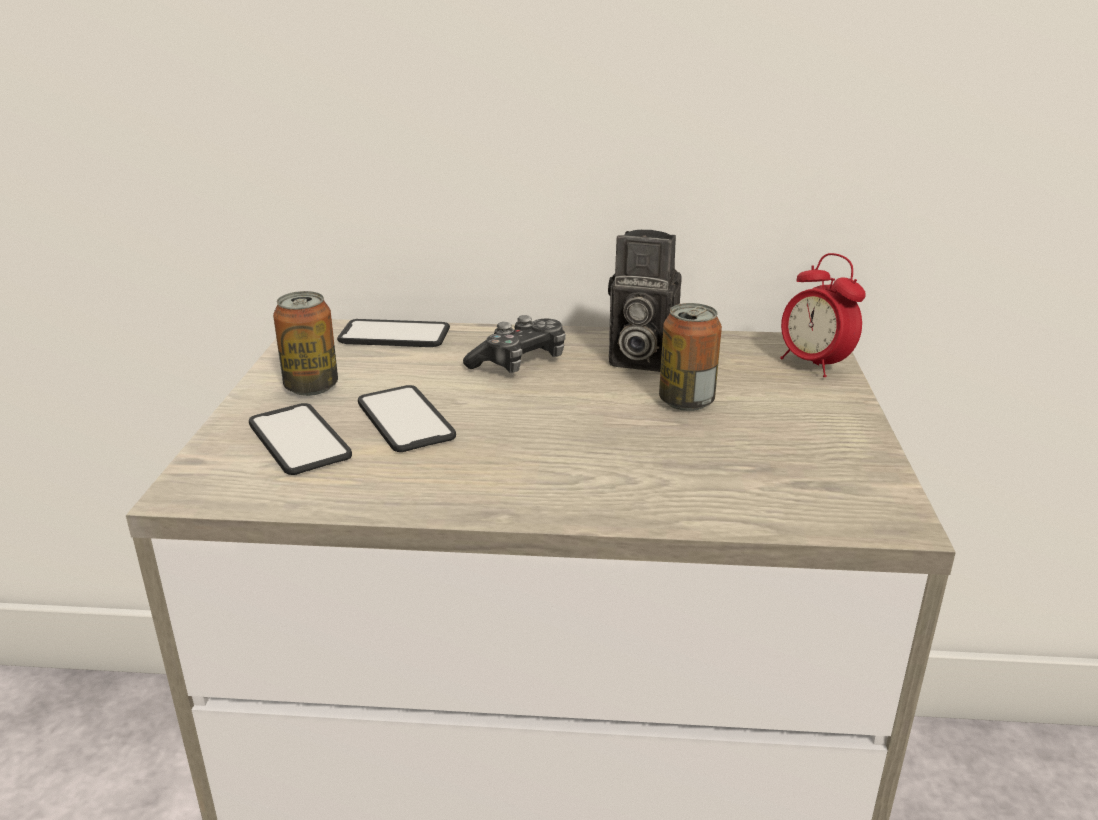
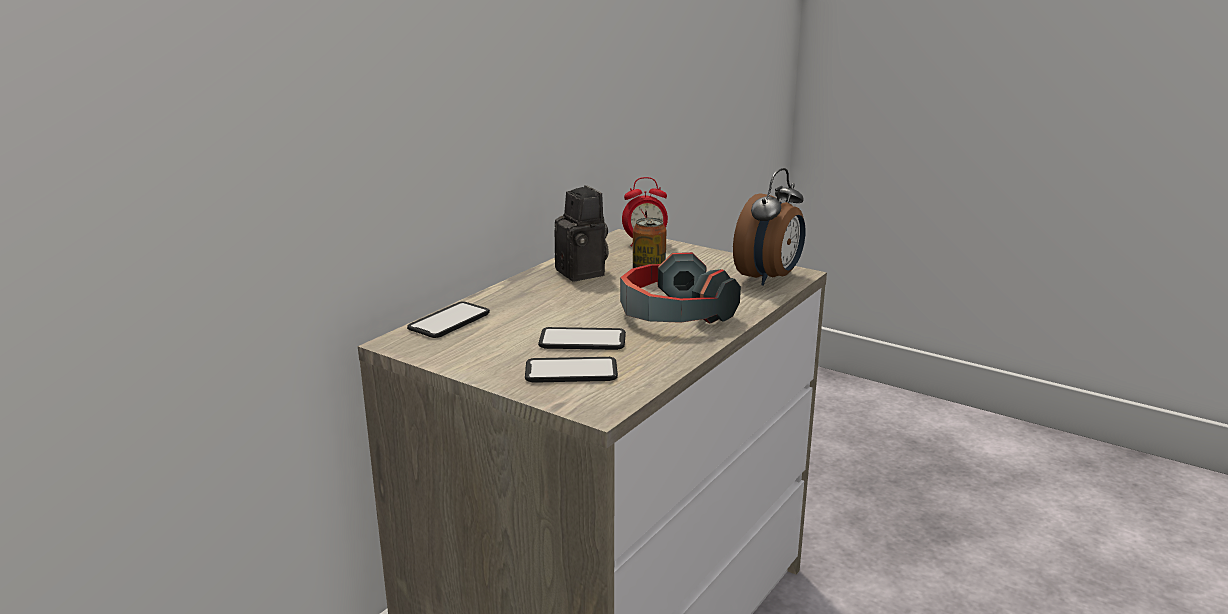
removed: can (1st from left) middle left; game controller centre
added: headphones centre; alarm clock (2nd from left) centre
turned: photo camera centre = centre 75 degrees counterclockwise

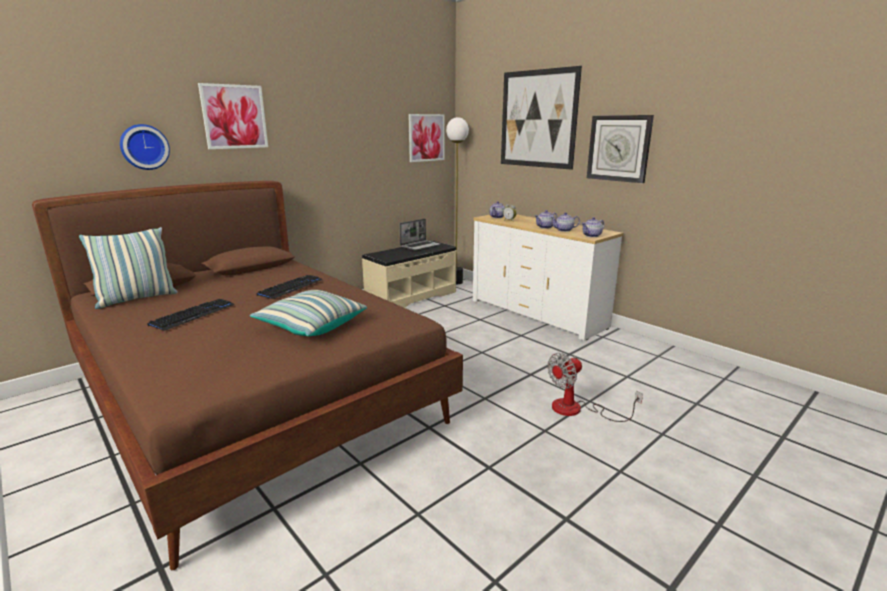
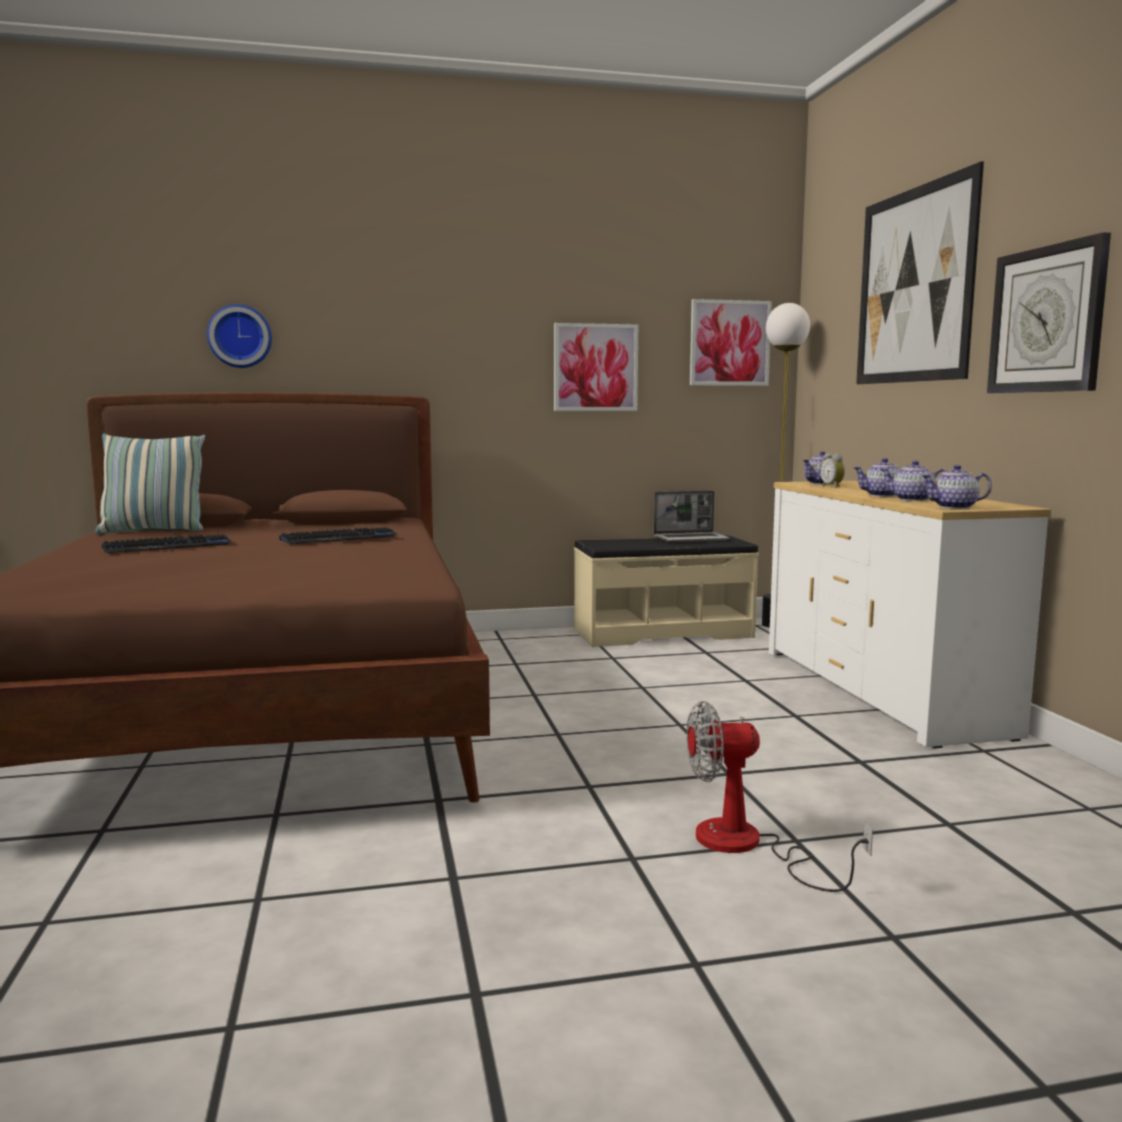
removed: pillow (2nd from left) centre
moved: picture (1st from left) top left to top centre

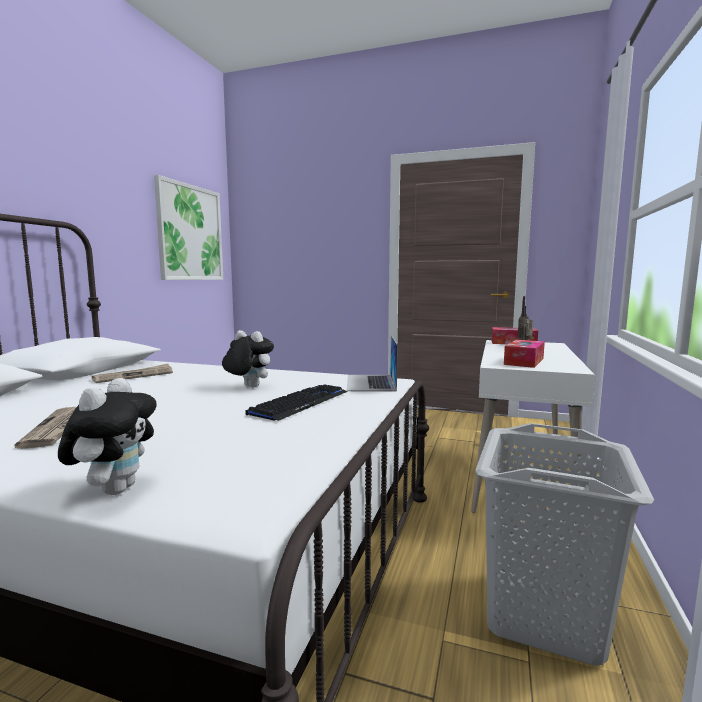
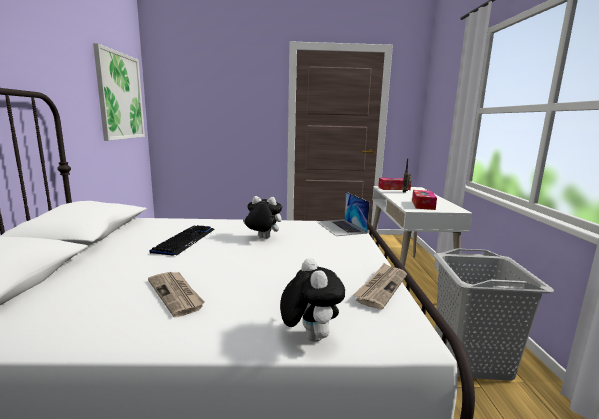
moved: newspaper (2nd from left) middle left to bottom centre; keyboard centre to middle left

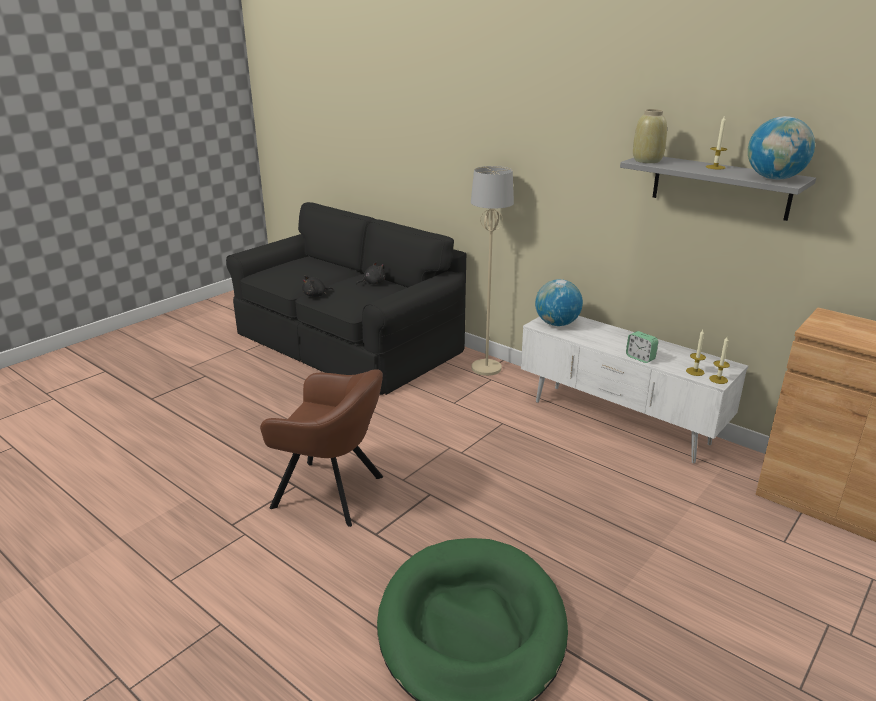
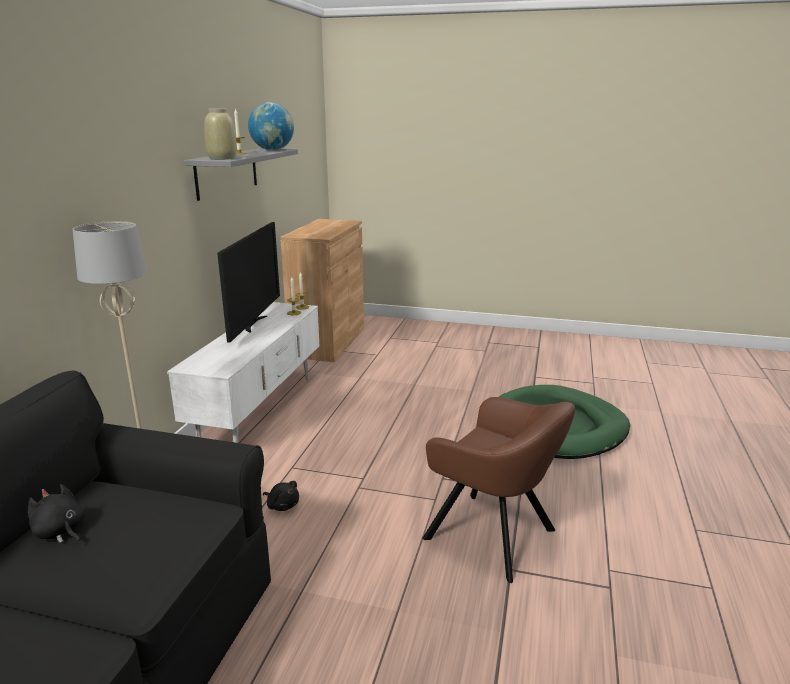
removed: globe (1st from left) centre; alarm clock middle right
added: television middle left
moved: plush toy in black (1st from left in the first image) centre to plush toy in black (2nd from left) bottom centre
turned: armchair in brown centre = bottom centre 135 degrees clockwise

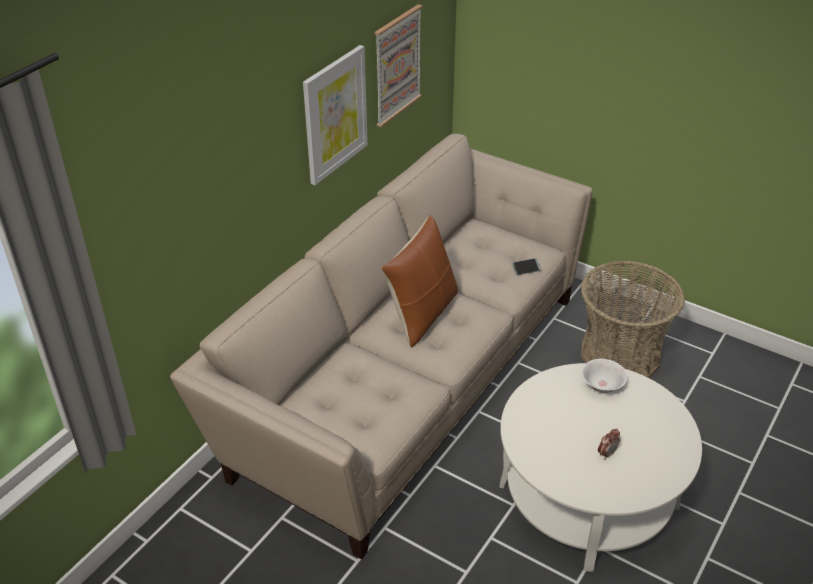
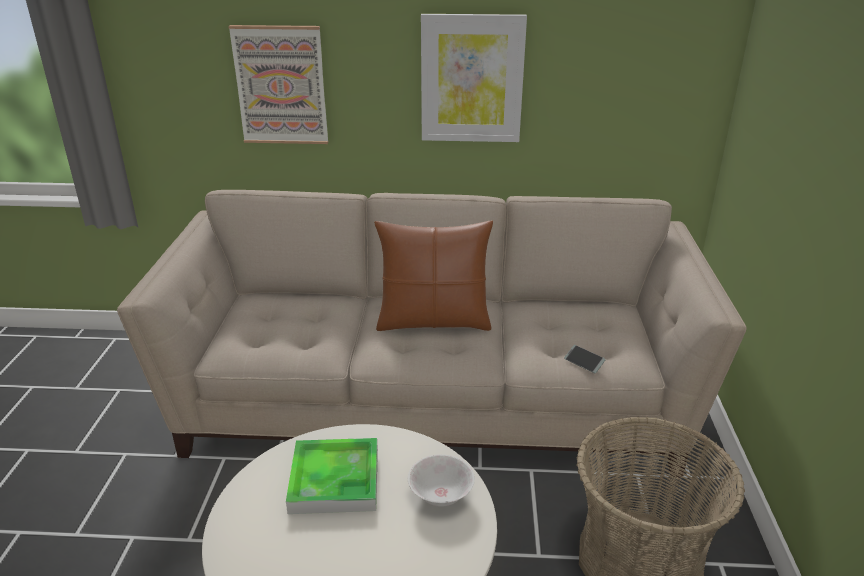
removed: alarm clock bottom right
added: tray bottom centre
moved: picture (2nd from left in the first image) top centre to picture (1st from left) top left

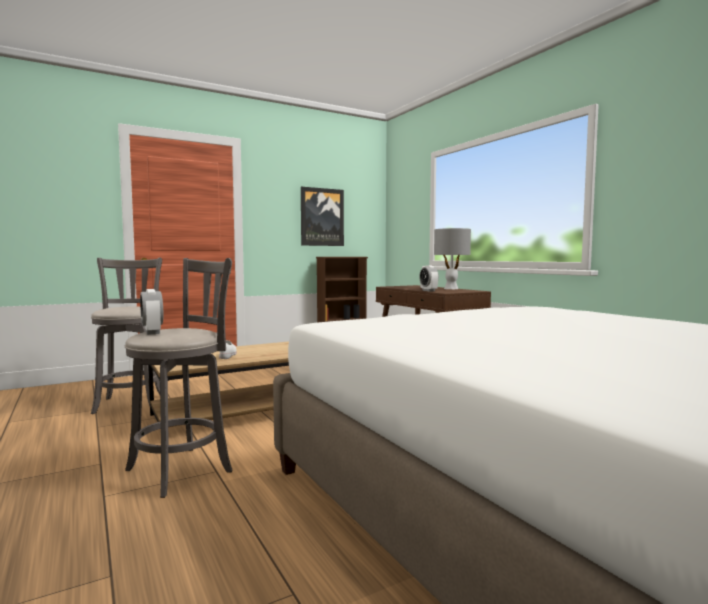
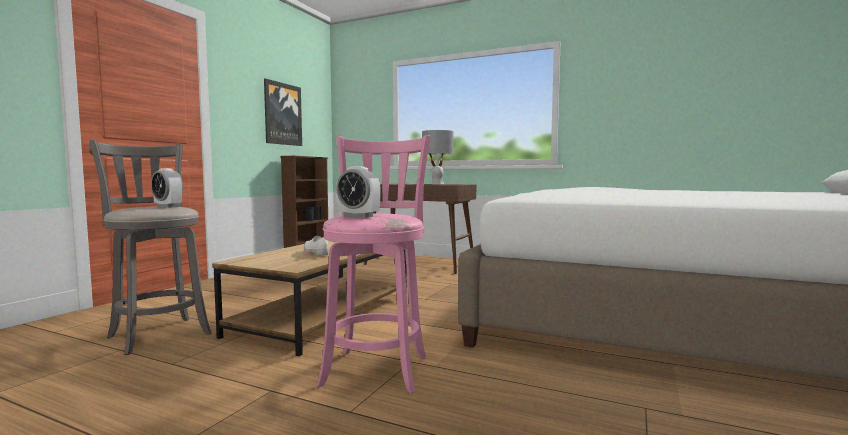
moved: alarm clock (2nd from left in the first image) centre to alarm clock (1st from left) middle left
recoloured: stool in grey (2nd from left) middle left to stool in pink centre

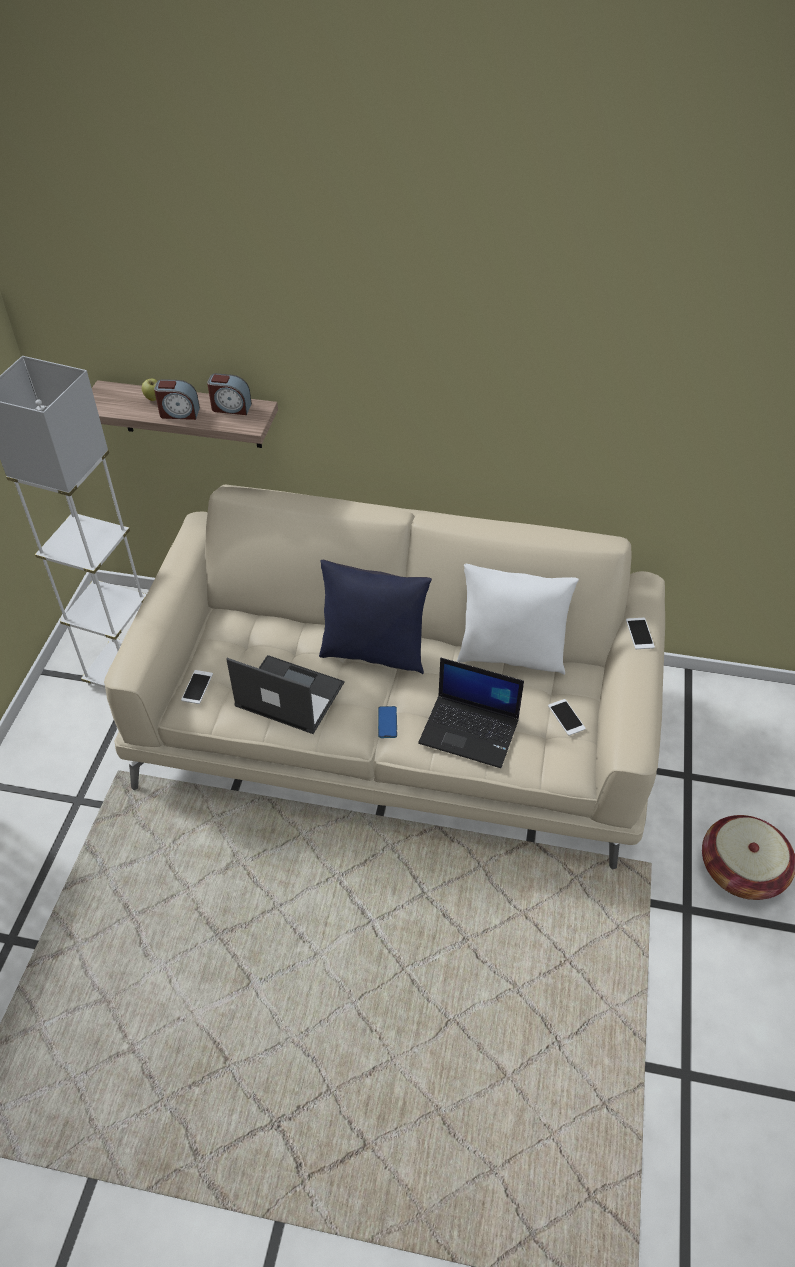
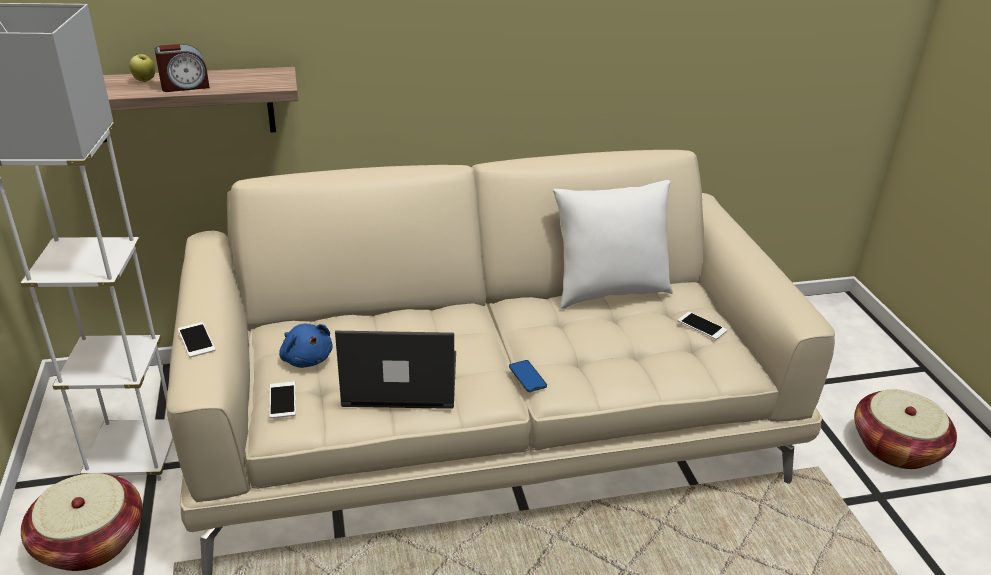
removed: alarm clock (2nd from left) top left; pillow in blue centre; laptop (2nd from left) centre
added: basket (1st from left) bottom left; plush toy in blue middle left
moved: phone (4th from left in the first image) middle right to phone (1st from left) middle left

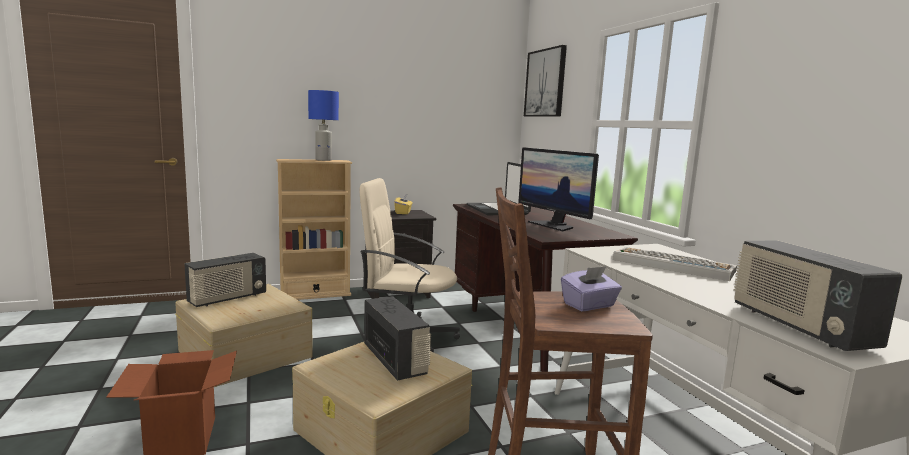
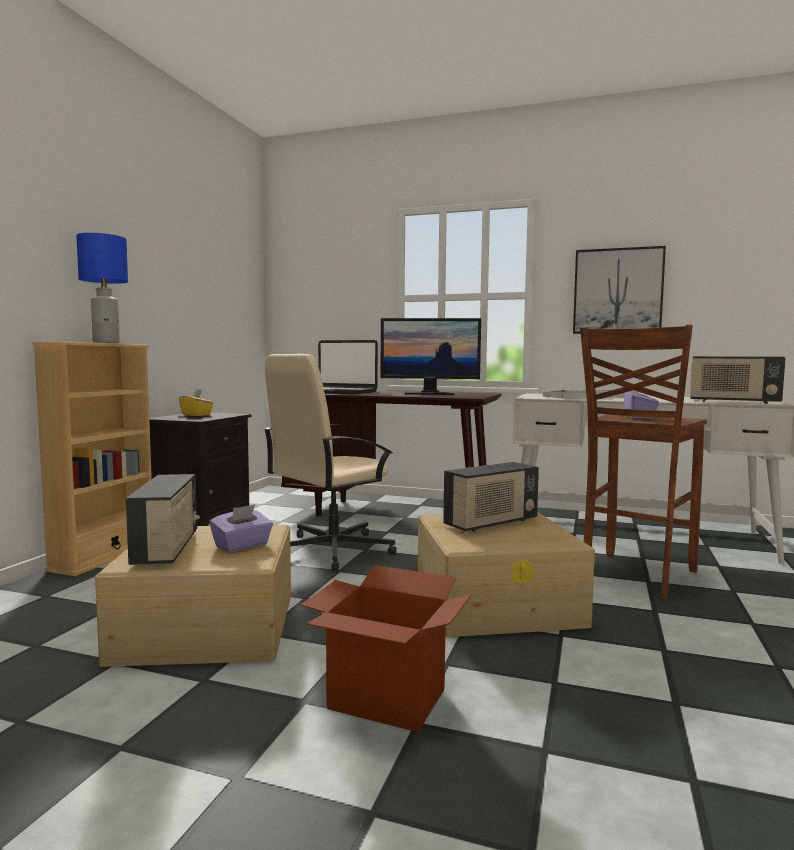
added: tissue box in purple (1st from left) middle left
moved: picture top centre to middle right
turned: radio (2nd from left) bottom centre = centre 135 degrees clockwise

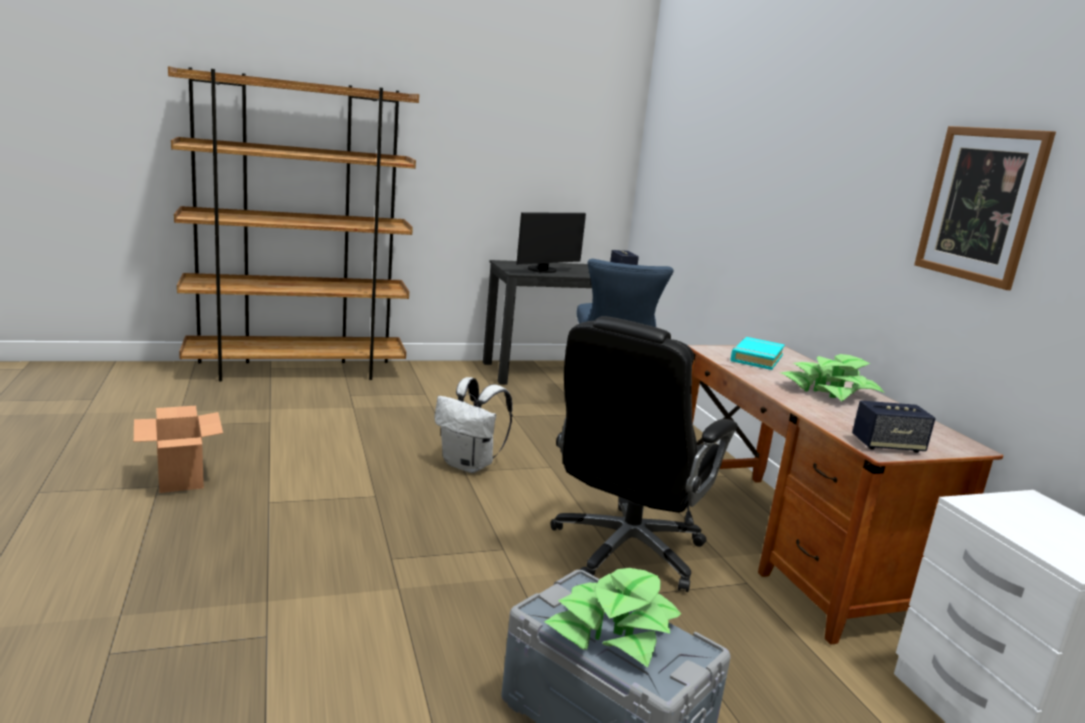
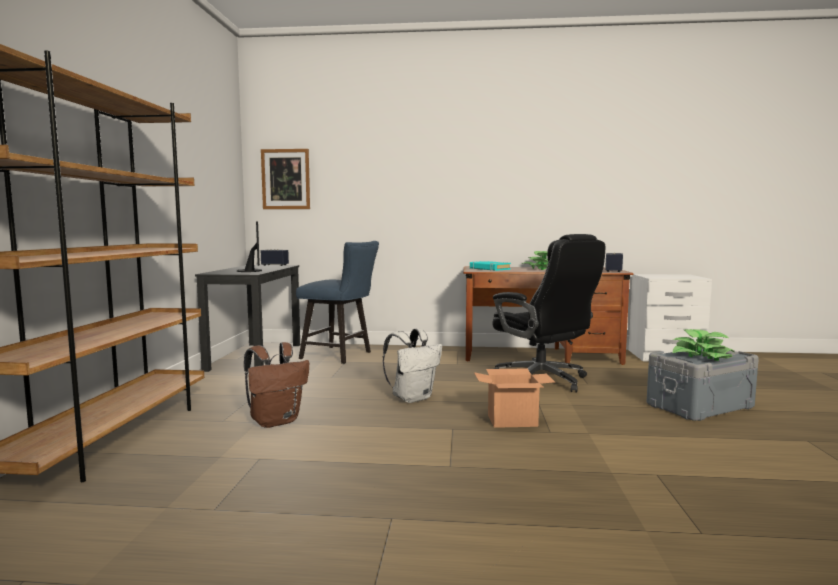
added: backpack in brown middle left
moved: cardboard box middle left to bottom centre; picture top right to top centre

